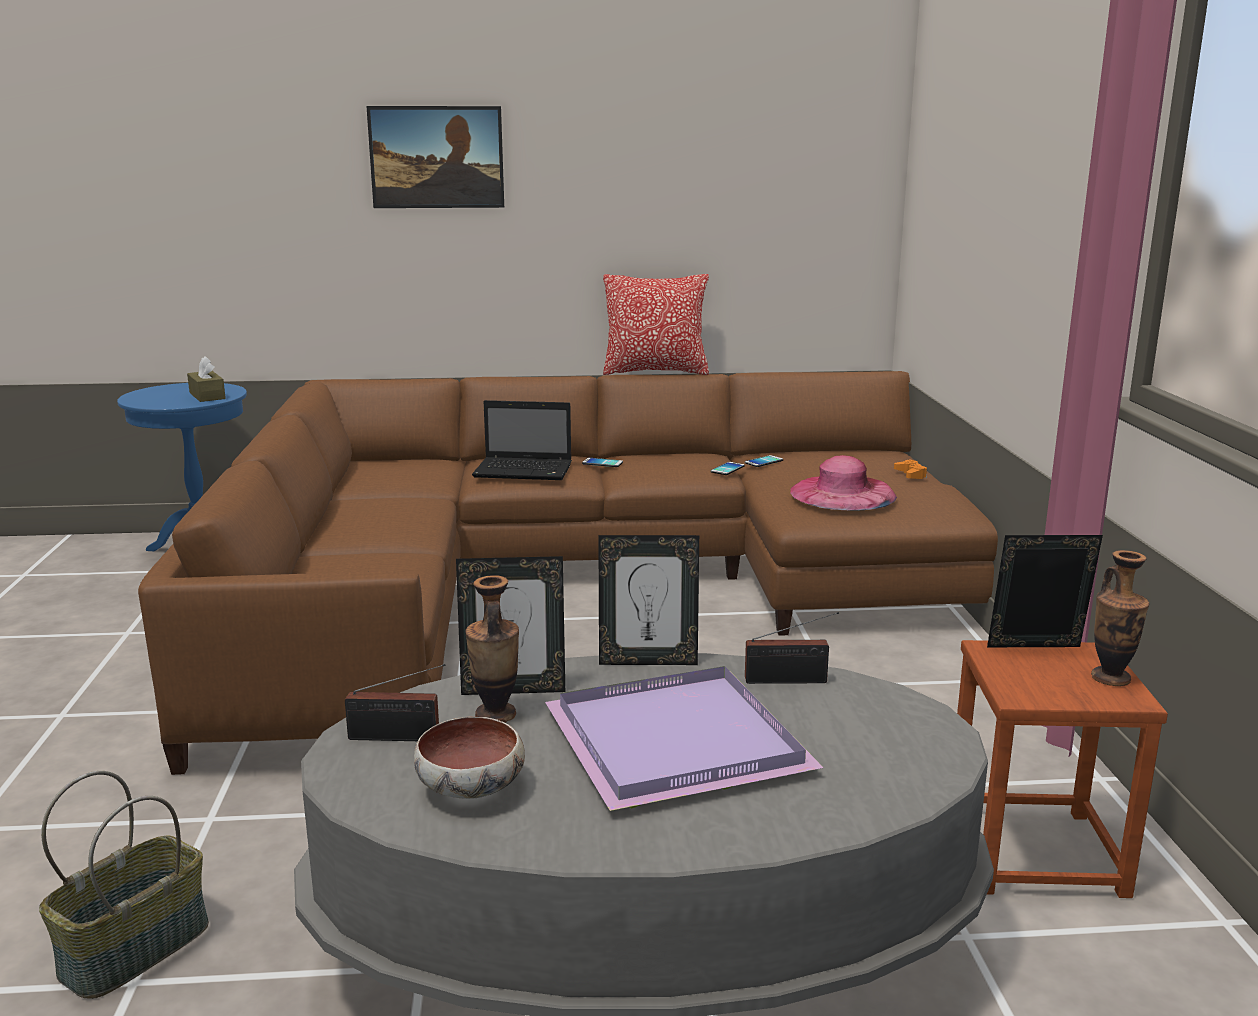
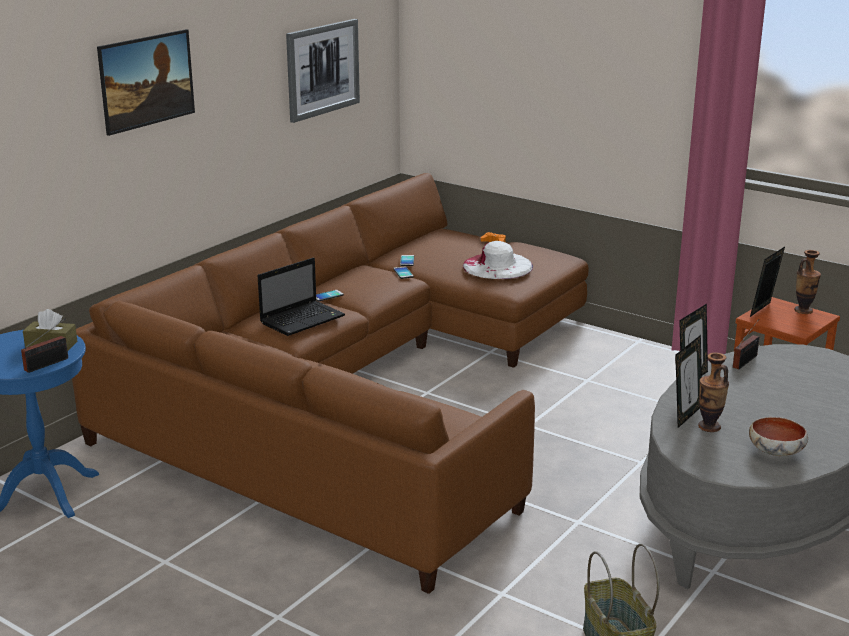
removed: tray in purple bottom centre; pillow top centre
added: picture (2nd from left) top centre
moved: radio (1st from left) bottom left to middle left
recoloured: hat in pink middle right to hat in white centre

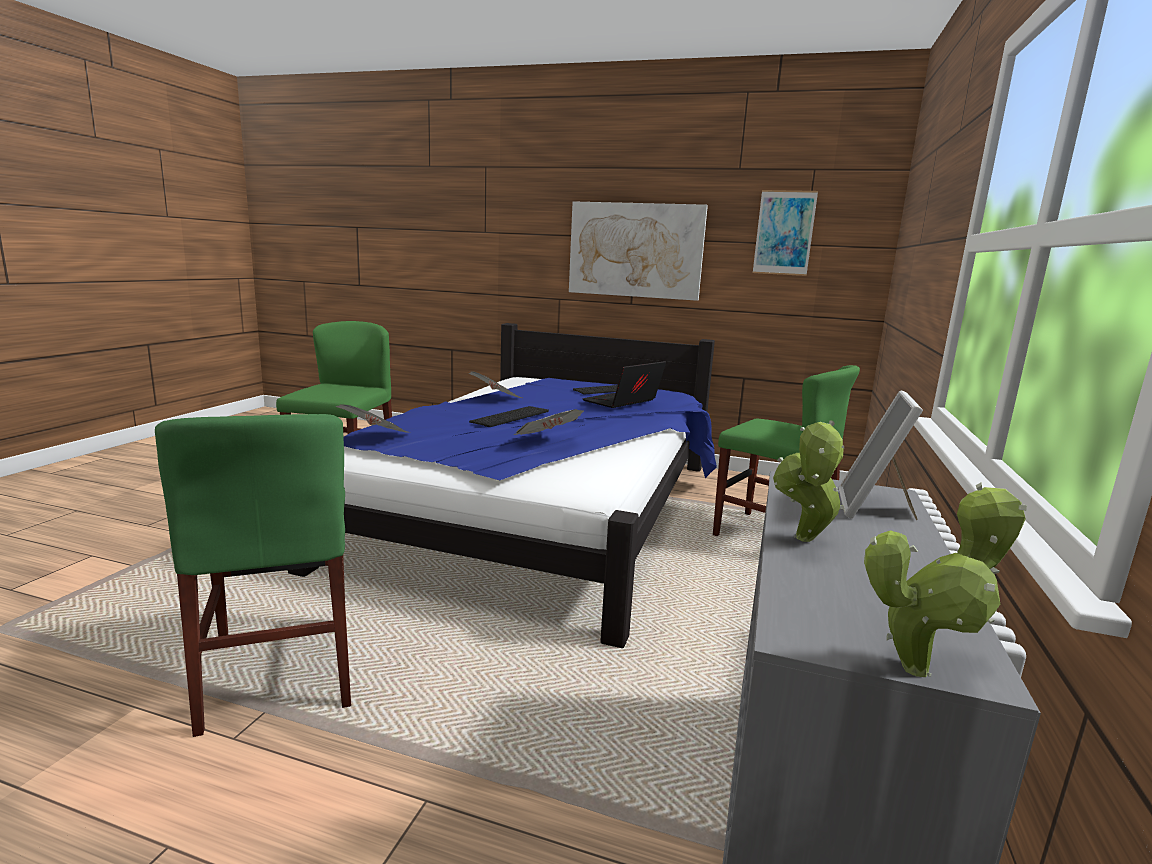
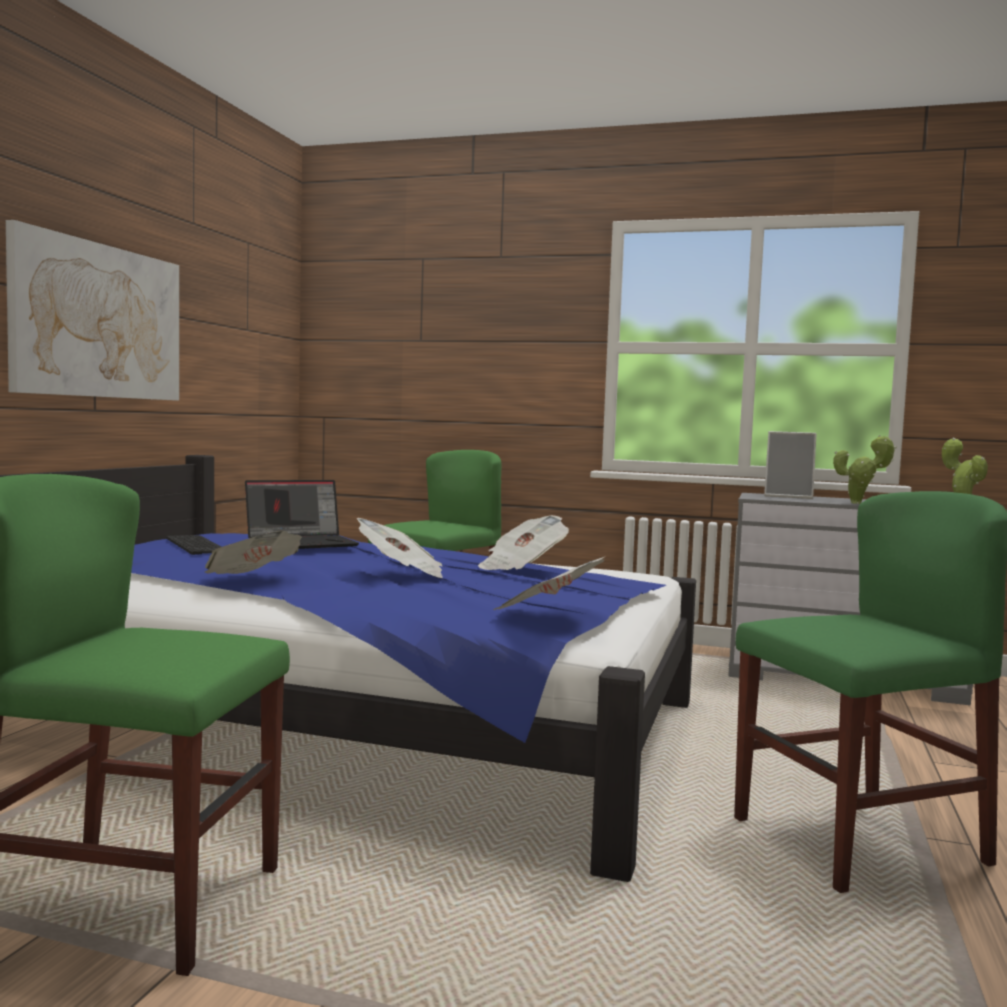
removed: picture (2nd from left) top right
replaced: keyboard (1st from left) centre to newspaper (2nd from left) centre
turned: laptop centre = middle left 75 degrees counterclockwise

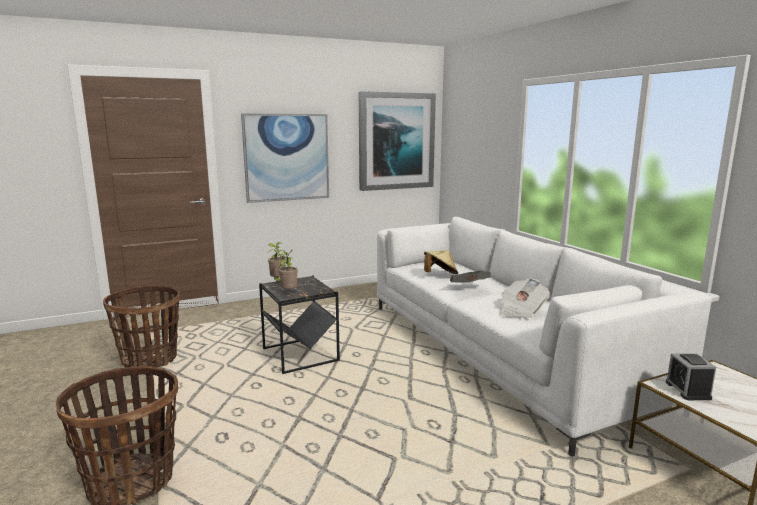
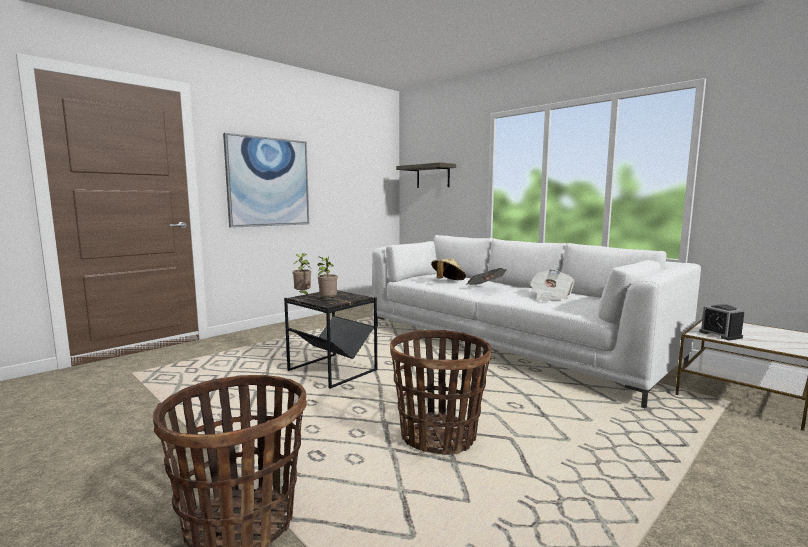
removed: picture (2nd from left) top centre
added: shelf top centre
moved: basket (2nd from left) middle left to bottom centre

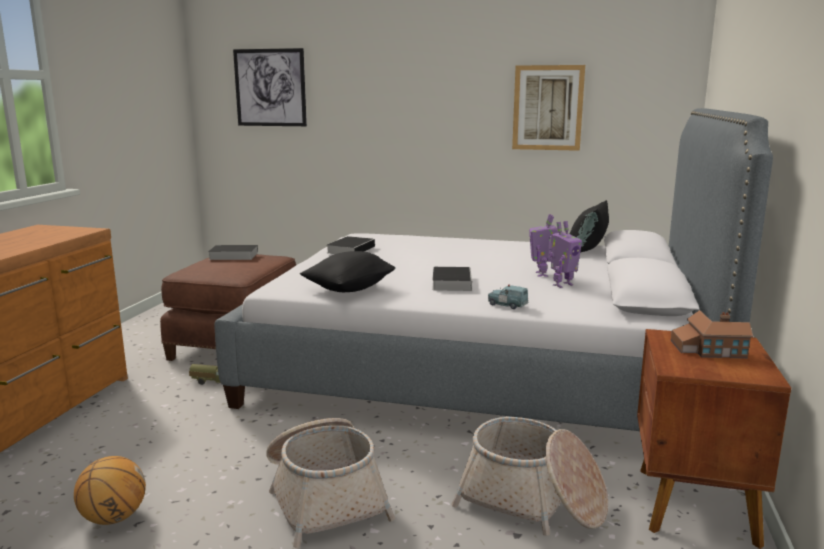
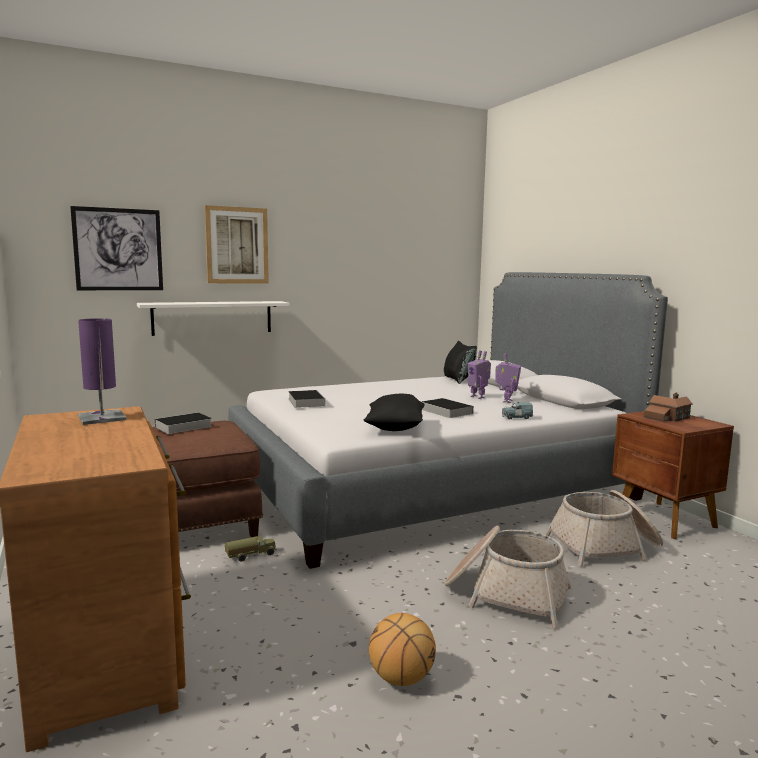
added: table lamp in purple middle left; shelf in white middle left
moved: picture (2nd from left) top centre to top left

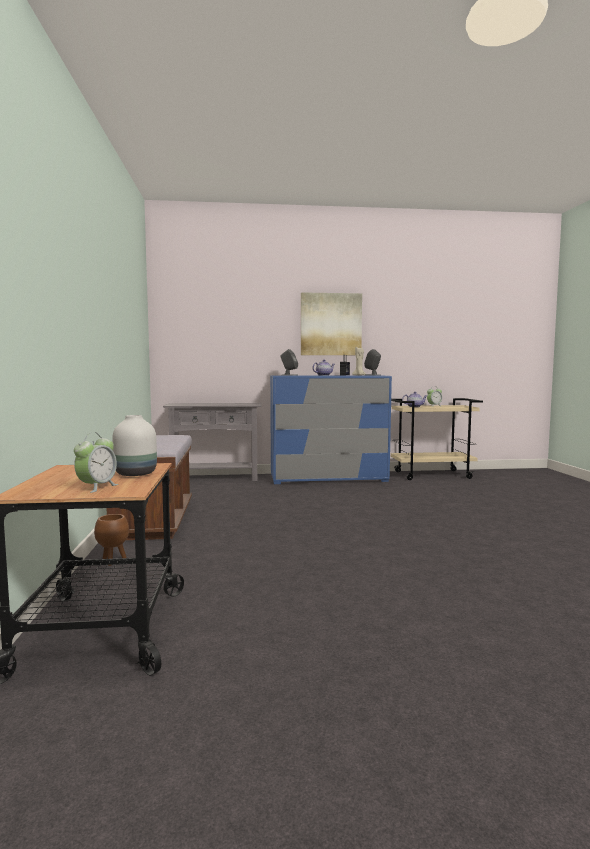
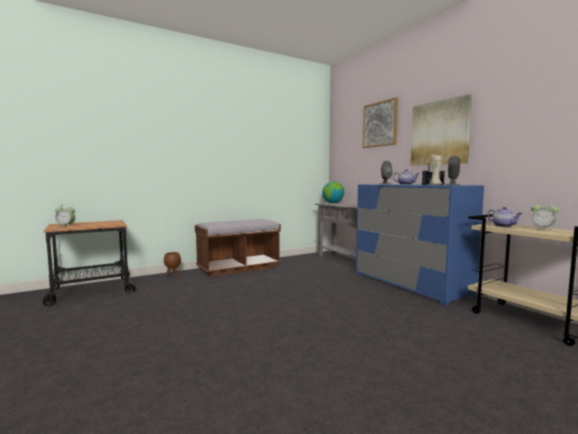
removed: vase in white middle left
added: globe centre; picture (1st from left) top centre

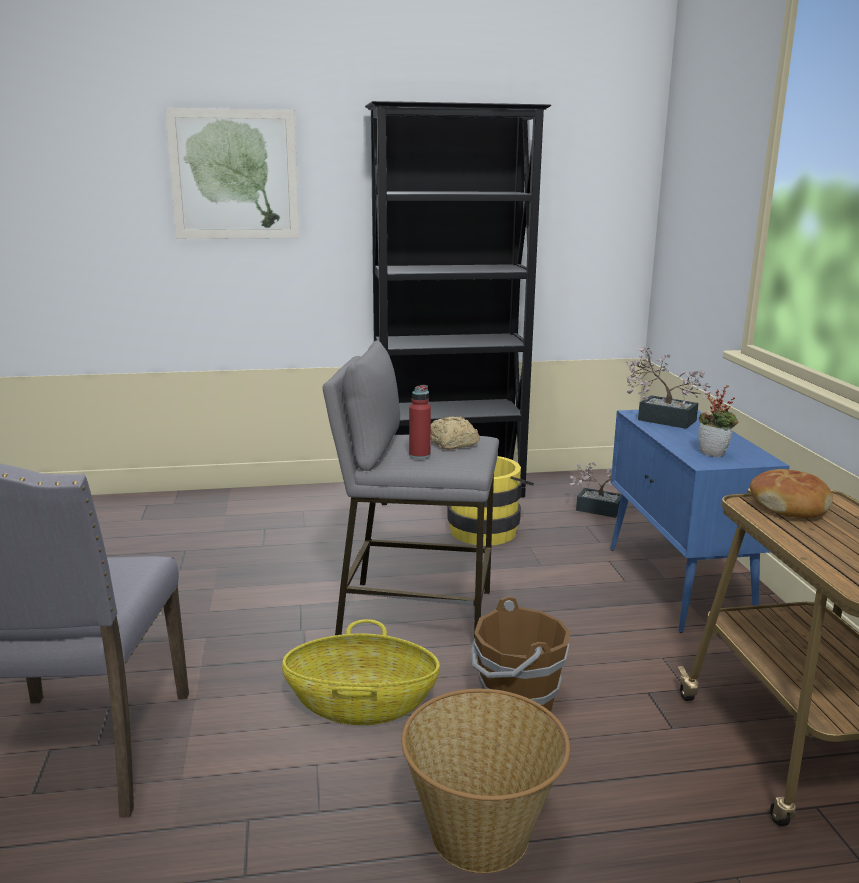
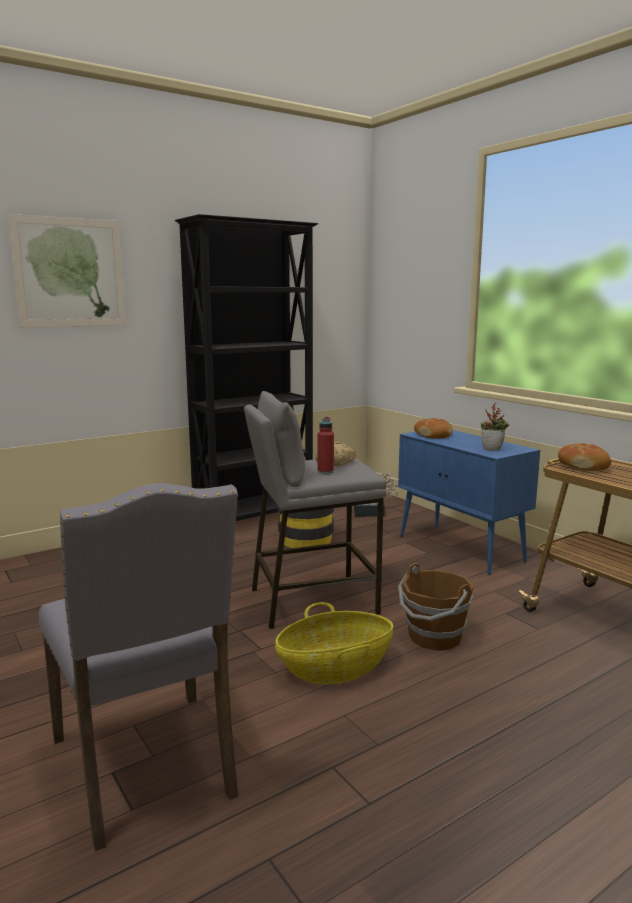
removed: basket (2nd from left) bottom centre
replaced: potted plant (2nd from left) middle right to bread (2nd from left) middle right

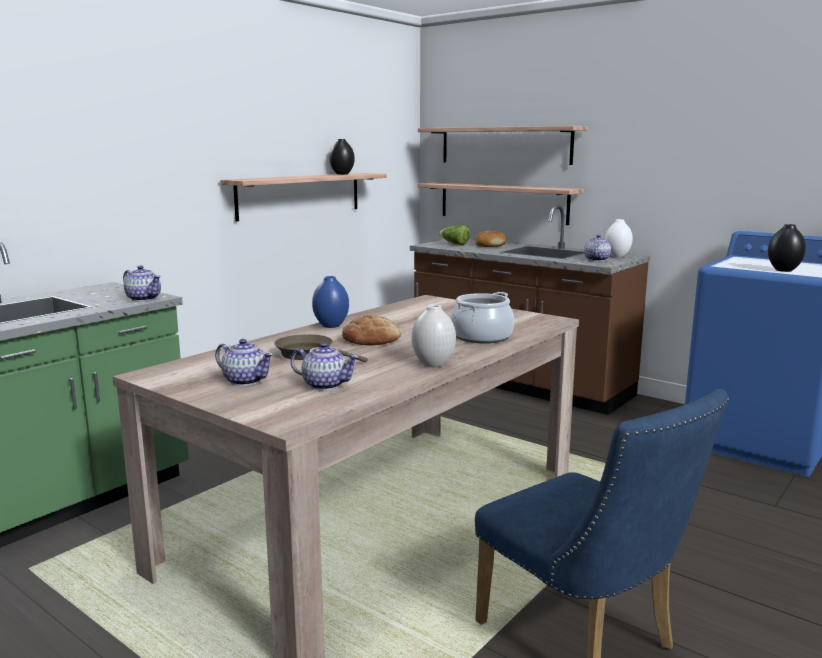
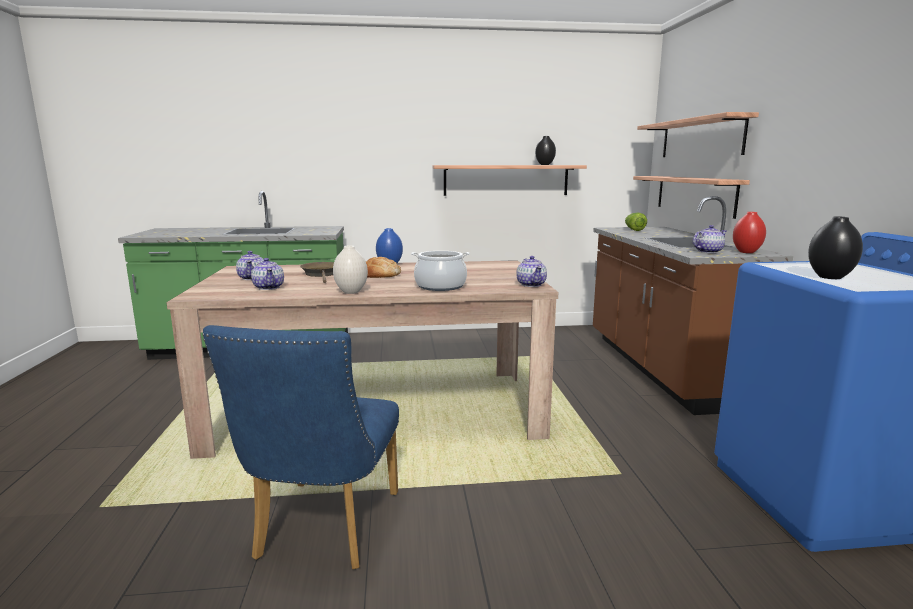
removed: bread (2nd from left) centre
moved: teapot (1st from left in the first image) middle left to teapot (3rd from left) centre
recoloured: vase in white (2nd from left) middle right to vase in red middle right

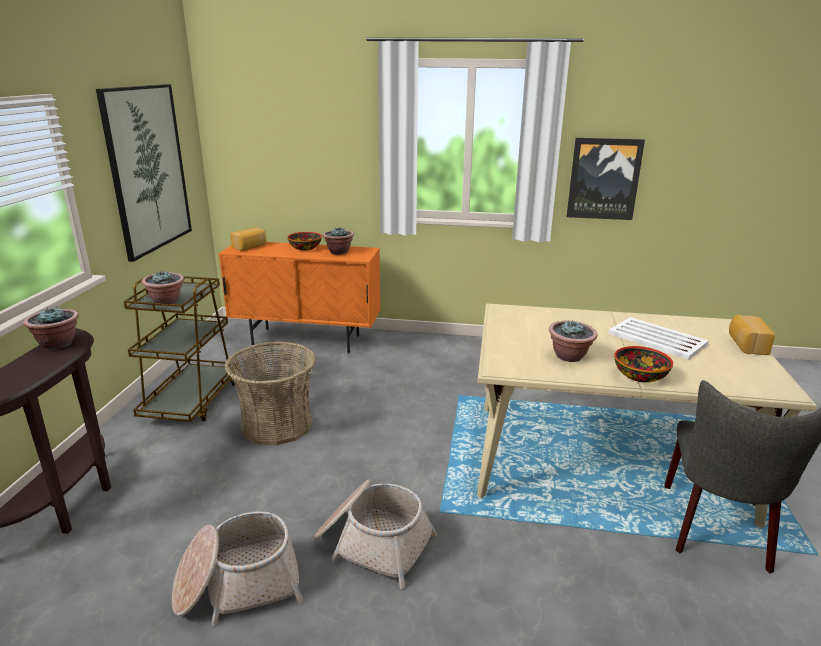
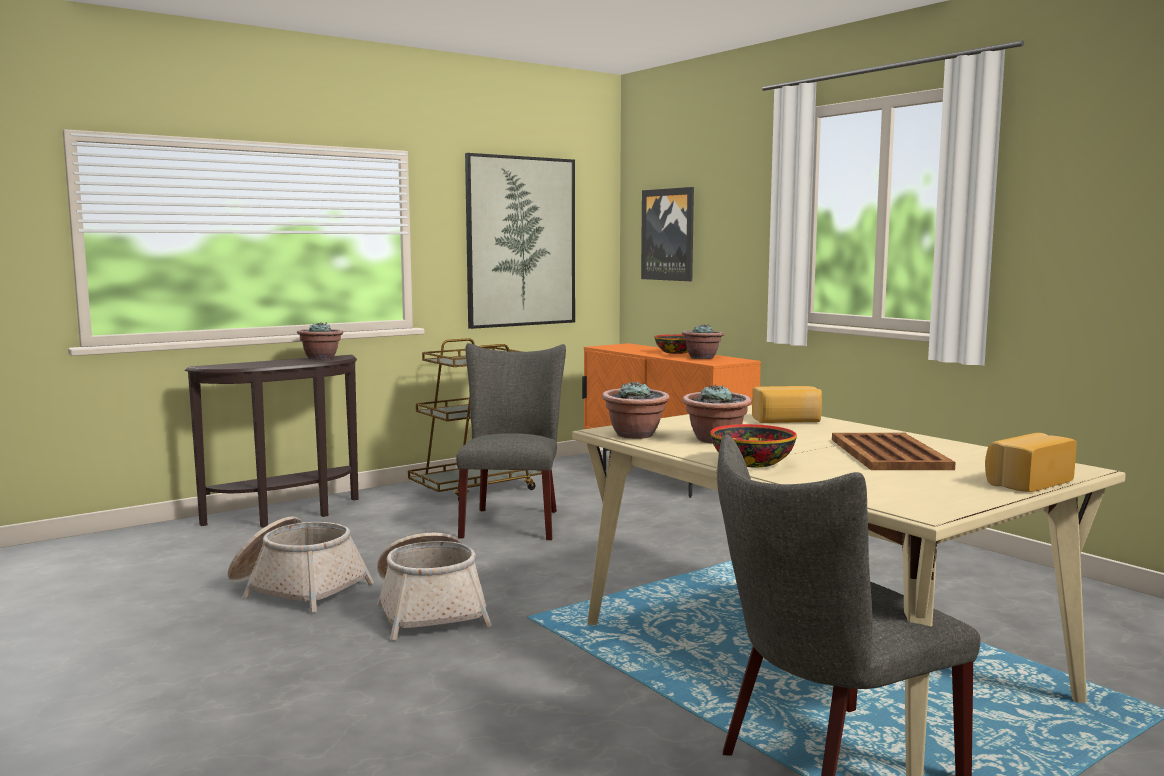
moved: potted plant (2nd from left) middle left to centre; bread (1st from left) middle left to middle right; picture (2nd from left) top right to top centre
replaced: basket (2nd from left) middle left to chair in grey (1st from left) centre
recoloured: tray in white middle right to tray in brown middle right

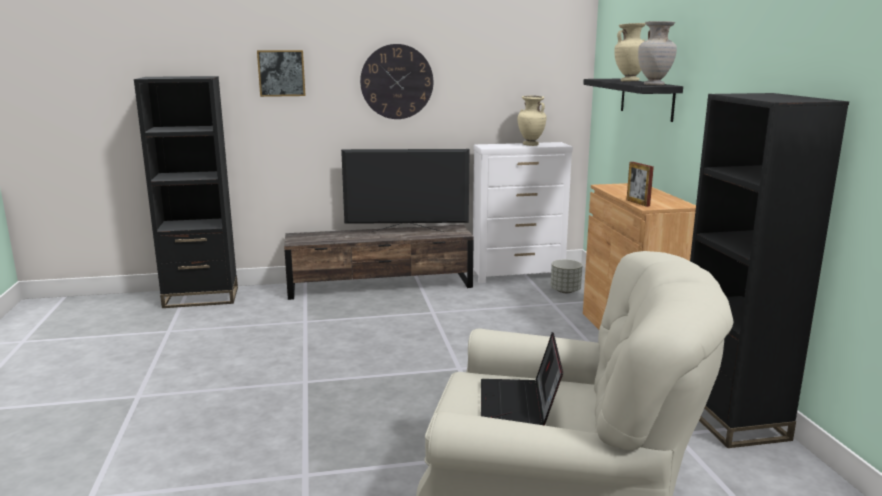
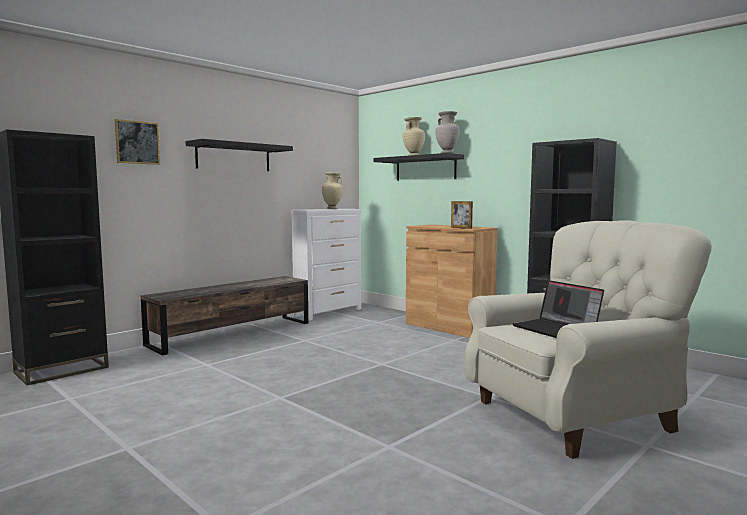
removed: television centre; planter in grey centre
replaced: wall clock top centre to shelf in black (1st from left) top left

